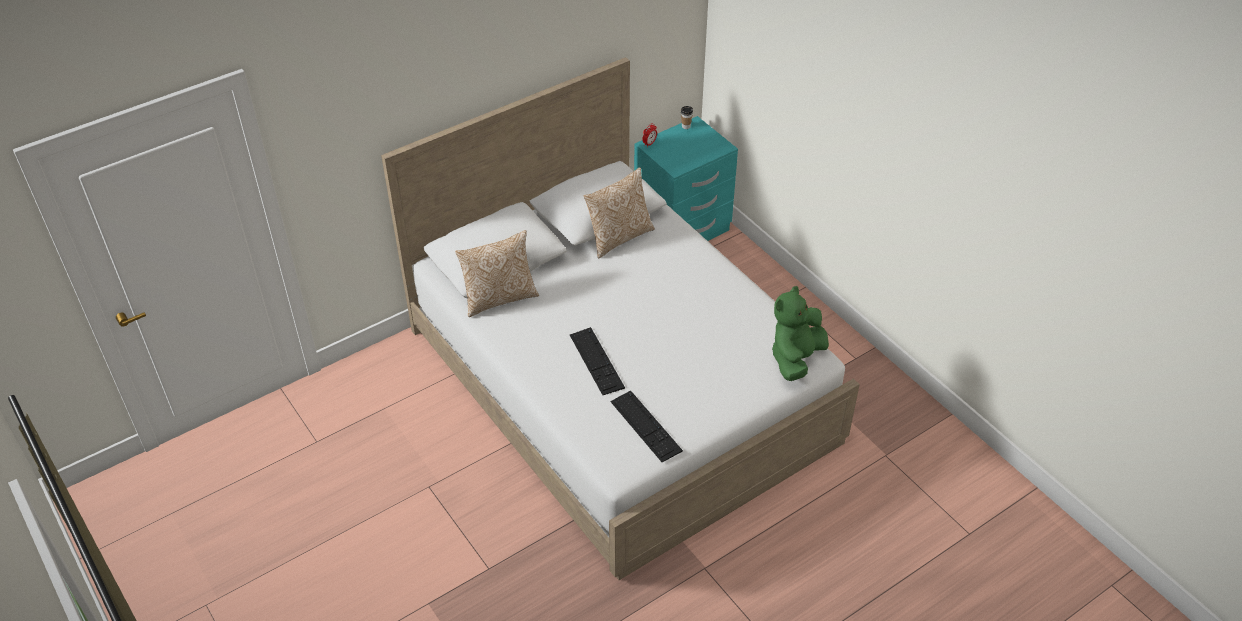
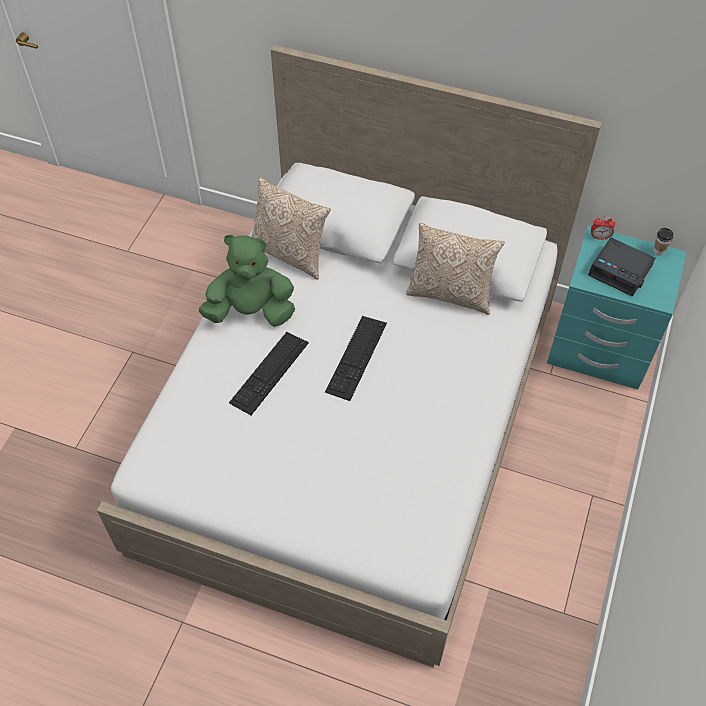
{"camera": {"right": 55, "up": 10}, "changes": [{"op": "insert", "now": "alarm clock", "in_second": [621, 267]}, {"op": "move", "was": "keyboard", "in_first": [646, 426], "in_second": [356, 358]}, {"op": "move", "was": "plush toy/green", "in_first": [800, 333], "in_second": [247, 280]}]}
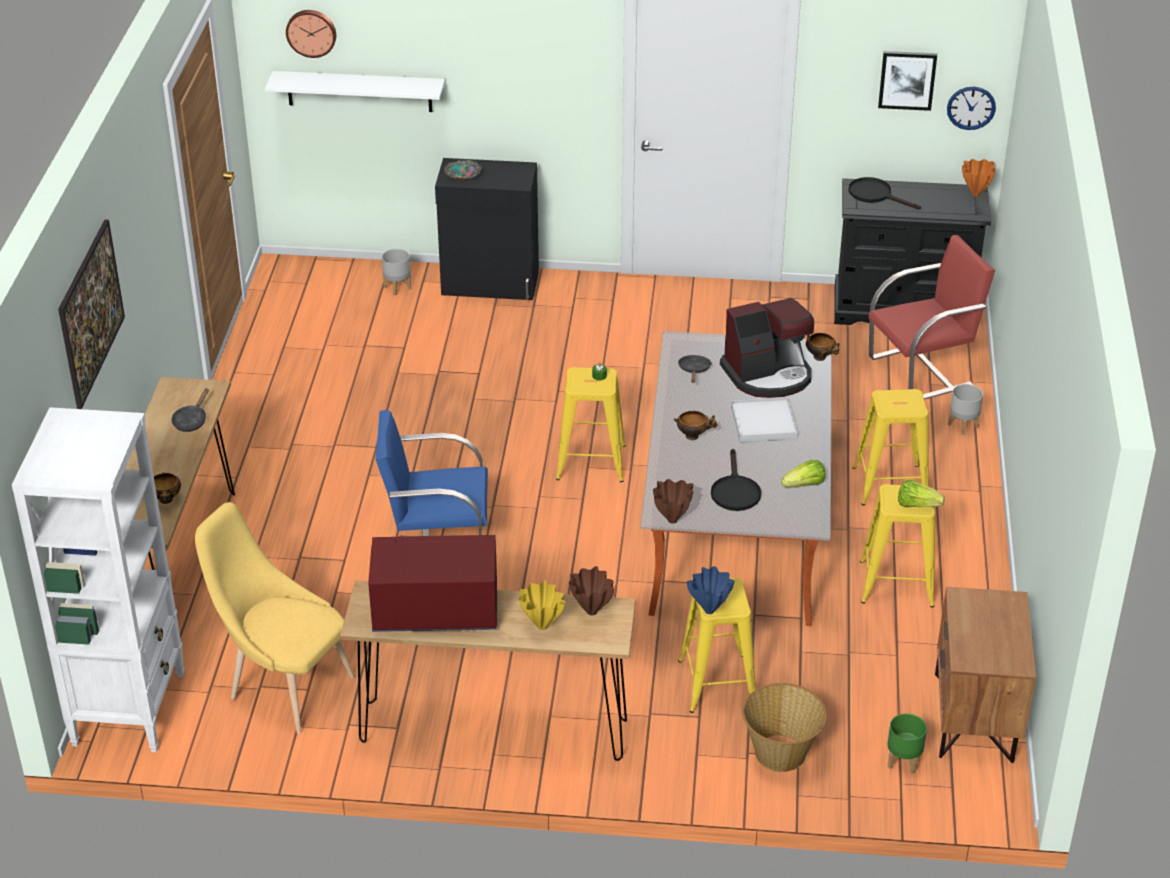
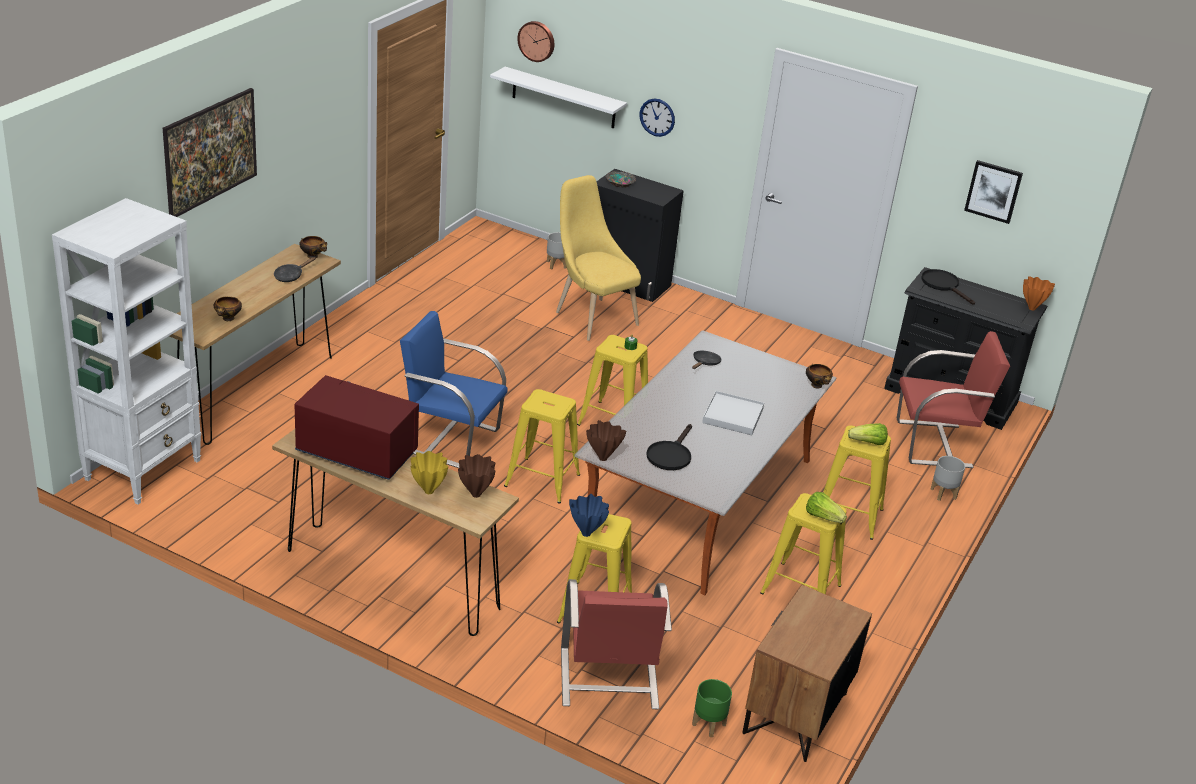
{"camera": {"right": 20, "up": -5}, "changes": [{"op": "delete", "was": "coffee machine", "in_first": [767, 348]}, {"op": "insert", "now": "stool/yellow", "in_second": [542, 446]}, {"op": "move", "was": "chair/yellow", "in_first": [275, 618], "in_second": [598, 258]}, {"op": "move", "was": "bowl", "in_first": [696, 425], "in_second": [313, 247]}, {"op": "move", "was": "lettuce", "in_first": [803, 473], "in_second": [868, 434]}, {"op": "move", "was": "wall clock", "in_first": [971, 108], "in_second": [657, 117]}, {"op": "replace", "was": "basket", "now": "chair/red", "in_first": [784, 727], "in_second": [616, 644]}]}
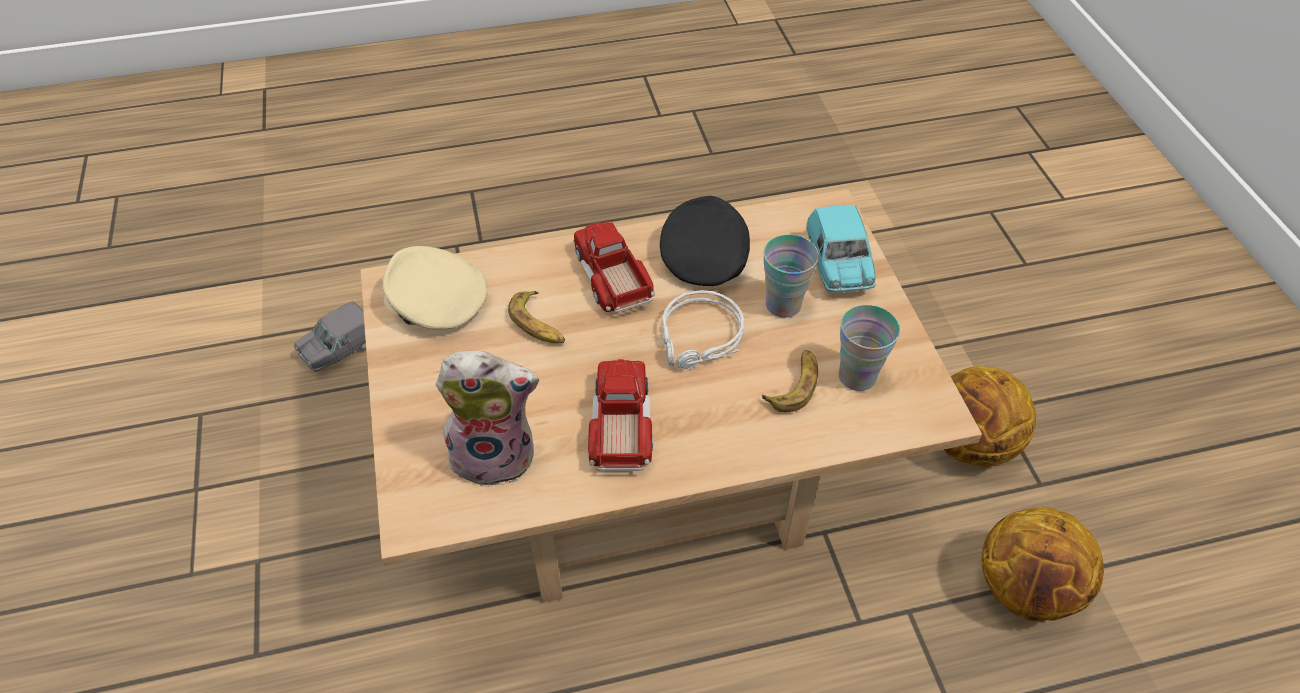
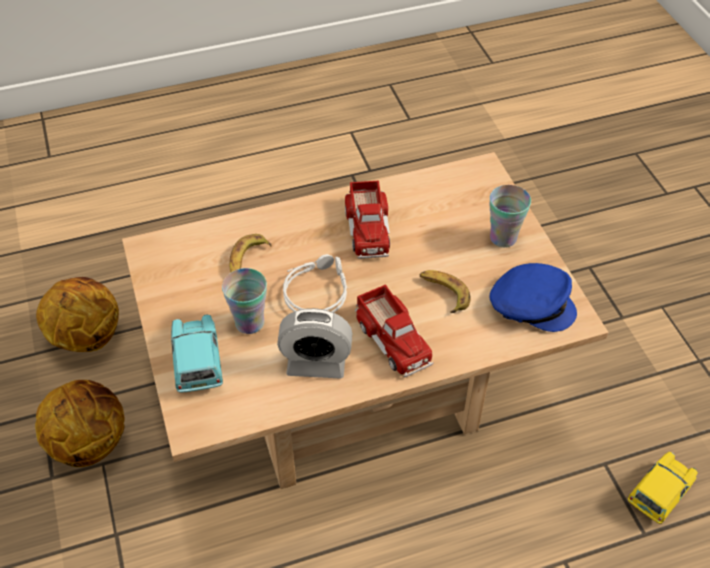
{"camera": {"right": 175, "up": 0}, "changes": [{"op": "delete", "was": "plush toy", "in_first": [487, 419]}, {"op": "move", "was": "cup", "in_first": [869, 348], "in_second": [510, 216]}, {"op": "replace", "was": "cap/black", "now": "alarm clock", "in_first": [705, 241], "in_second": [314, 343]}, {"op": "recolor", "was": "toy car/grey", "now": "toy car/yellow", "in_first": [330, 336], "in_second": [663, 488]}, {"op": "recolor", "was": "cap/beige", "now": "cap/blue", "in_first": [435, 287], "in_second": [533, 297]}]}
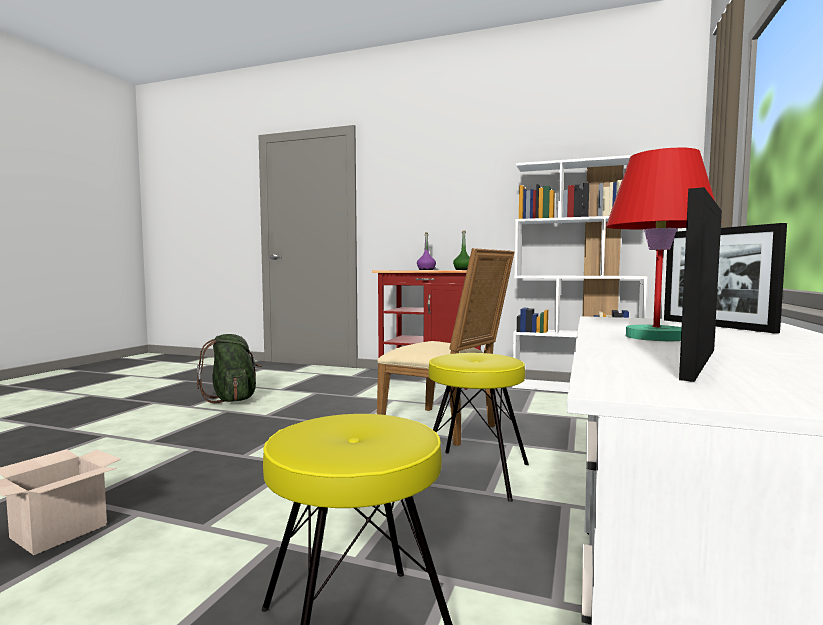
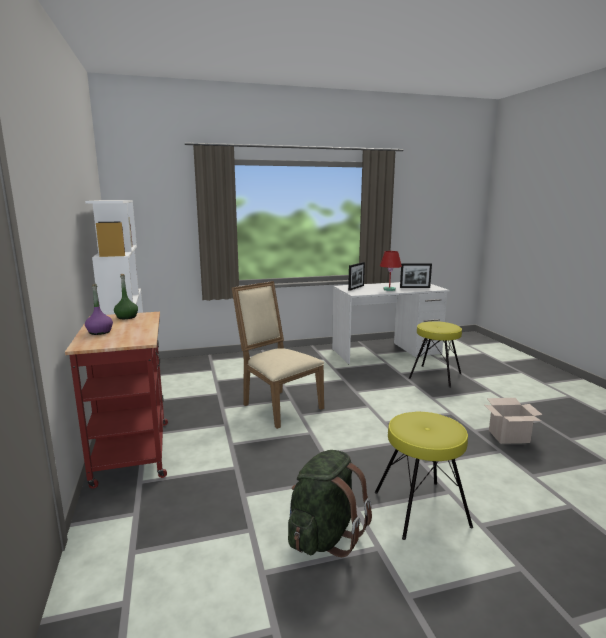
{"camera": {"right": -125, "up": 10}, "changes": [{"op": "move", "was": "stool/yellow", "in_first": [478, 427], "in_second": [424, 476]}, {"op": "rotate", "was": "chair/beige", "in_first": [446, 347], "in_second": [278, 355], "clockwise": -45}]}
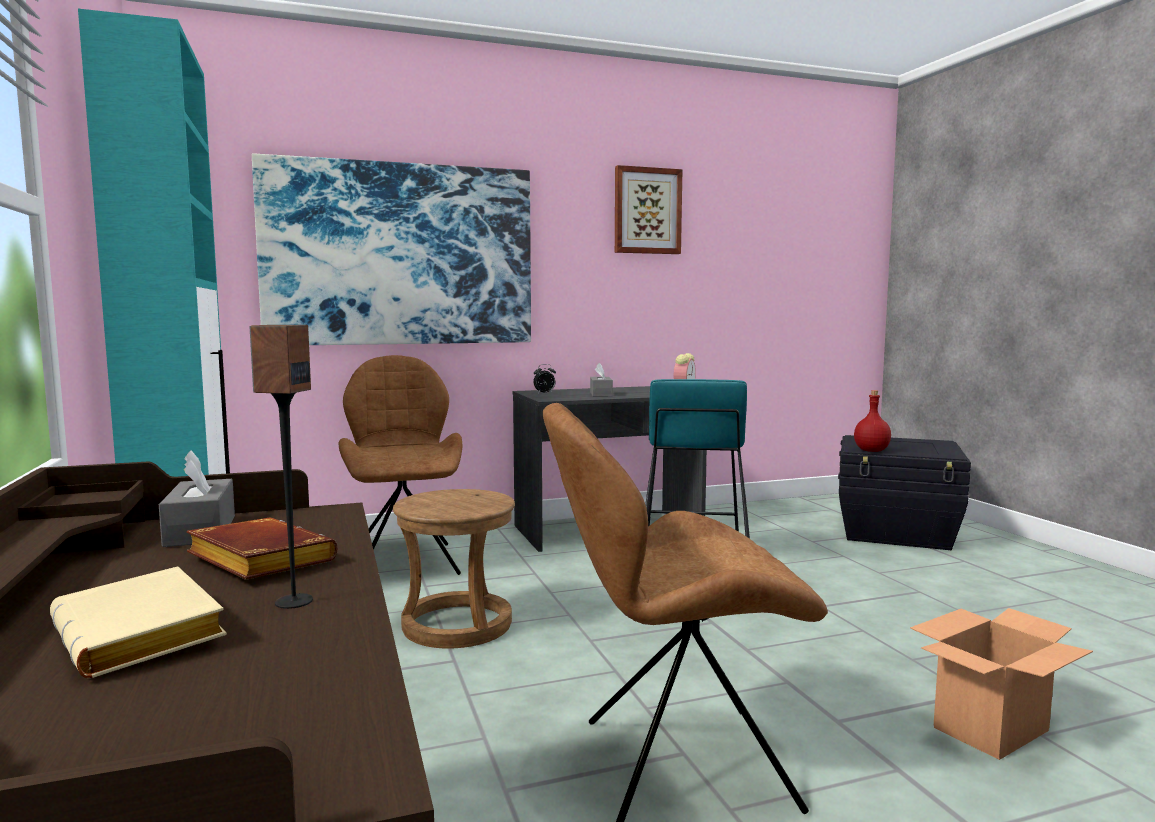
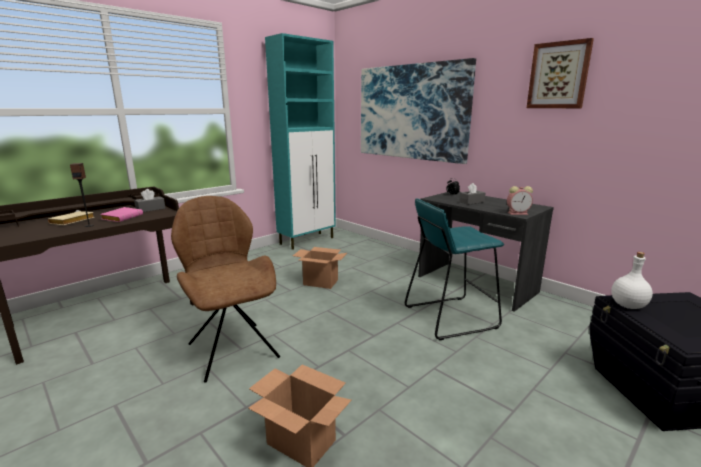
{"camera": {"right": 65, "up": 10}, "changes": [{"op": "delete", "was": "chair/brown", "in_first": [400, 465]}, {"op": "replace", "was": "stool/brown", "now": "cardboard box", "in_first": [454, 568], "in_second": [320, 268]}, {"op": "recolor", "was": "book/brown", "now": "book/pink", "in_first": [262, 548], "in_second": [121, 214]}, {"op": "recolor", "was": "bottle/red", "now": "bottle/white", "in_first": [872, 421], "in_second": [632, 280]}]}
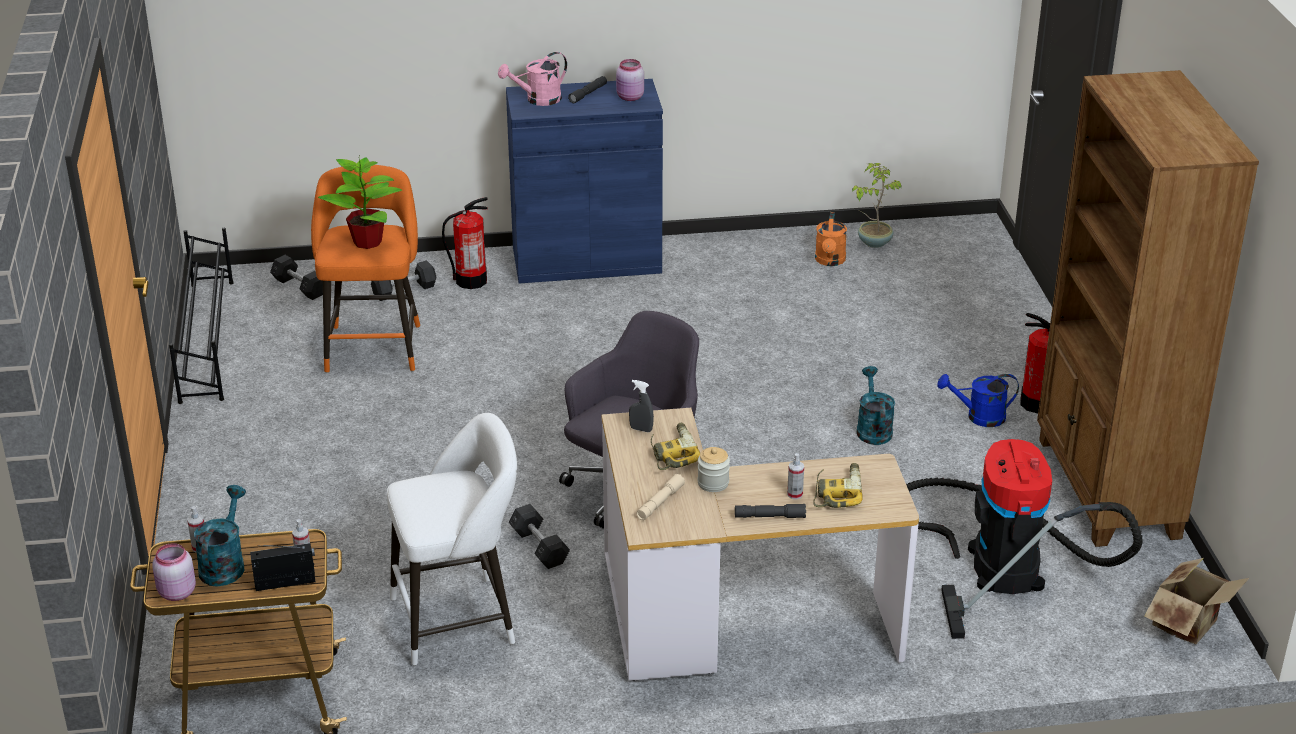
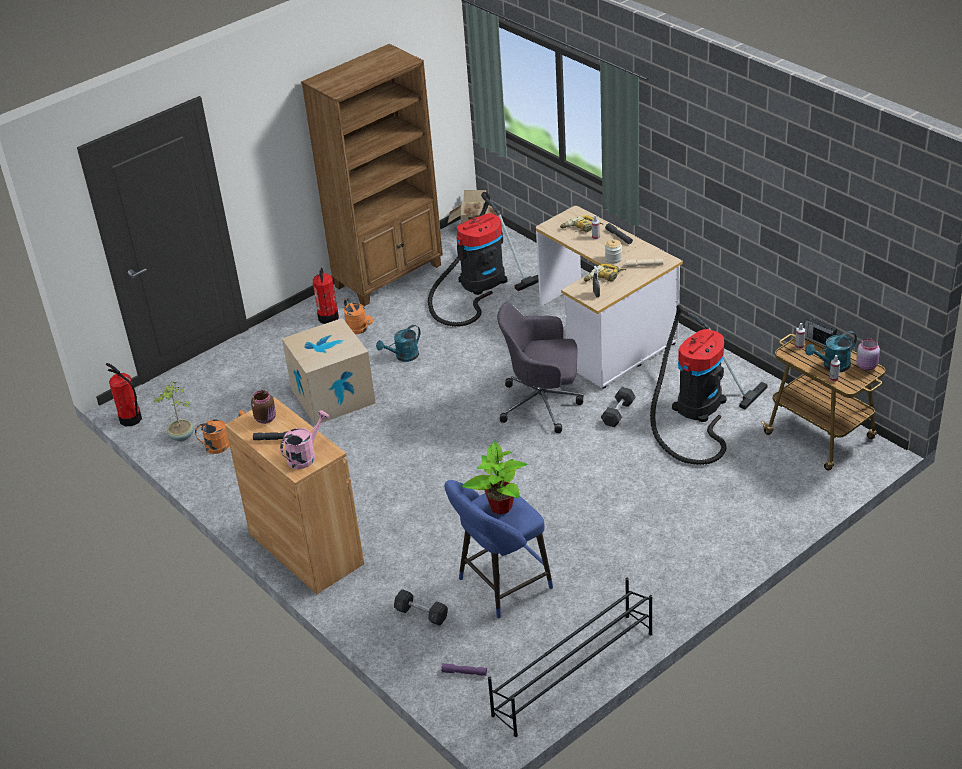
{"camera": {"right": -120, "up": 5}, "changes": [{"op": "insert", "now": "cardboard box", "in_second": [329, 371]}, {"op": "move", "was": "fire extinguisher", "in_first": [465, 243], "in_second": [124, 394]}, {"op": "replace", "was": "dumbbell/grey", "now": "flashlight/purple", "in_first": [296, 277], "in_second": [464, 669]}, {"op": "replace", "was": "stool/white", "now": "vacuum cleaner", "in_first": [452, 539], "in_second": [709, 385]}, {"op": "recolor", "was": "stool/orange", "now": "stool/blue", "in_first": [365, 269], "in_second": [499, 549]}, {"op": "recolor", "was": "cabinet/blue", "now": "cabinet/brown", "in_first": [584, 181], "in_second": [294, 495]}, {"op": "recolor", "was": "jar/pink", "now": "jar/brown", "in_first": [630, 80], "in_second": [263, 407]}, {"op": "recolor", "was": "watering can/blue", "now": "watering can/orange", "in_first": [978, 400], "in_second": [358, 316]}, {"op": "rotate", "was": "watering can/pink", "in_first": [532, 79], "in_second": [304, 439], "clockwise": -75}]}
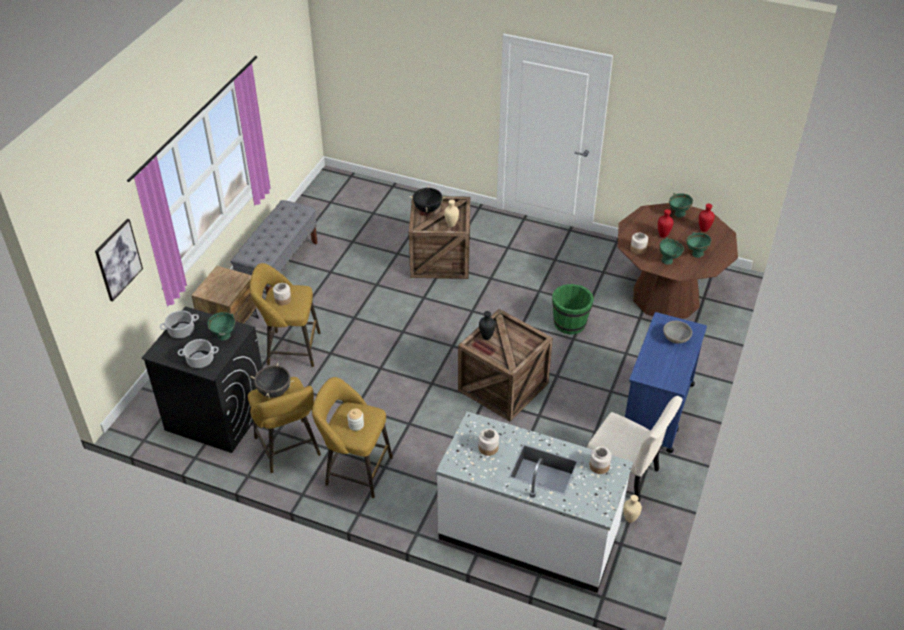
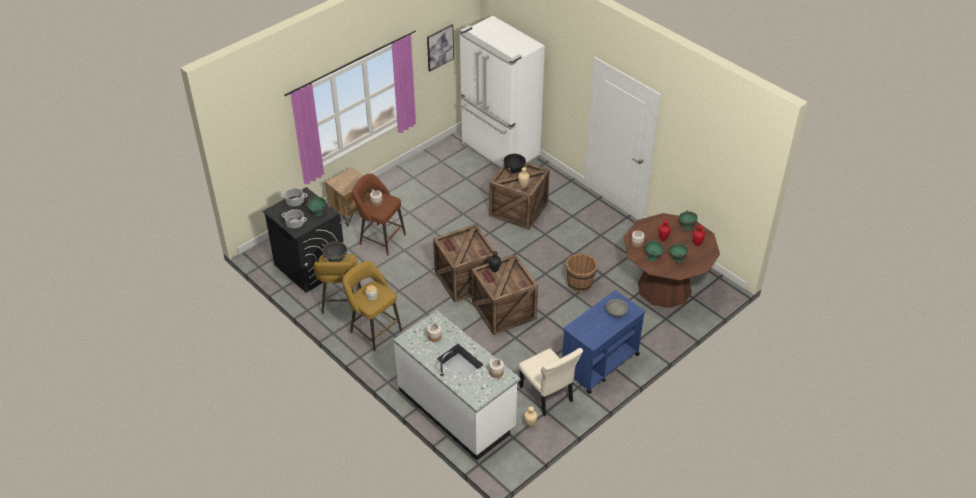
{"camera": {"right": 25, "up": 0}, "changes": [{"op": "delete", "was": "bench/grey", "in_first": [274, 247]}, {"op": "insert", "now": "crate", "in_second": [464, 263]}, {"op": "insert", "now": "fridge/white", "in_second": [502, 92]}, {"op": "move", "was": "picture", "in_first": [119, 260], "in_second": [440, 48]}, {"op": "recolor", "was": "stool/yellow", "now": "stool/brown", "in_first": [285, 315], "in_second": [379, 214]}, {"op": "recolor", "was": "bucket/green", "now": "bucket/brown", "in_first": [573, 309], "in_second": [582, 273]}]}
